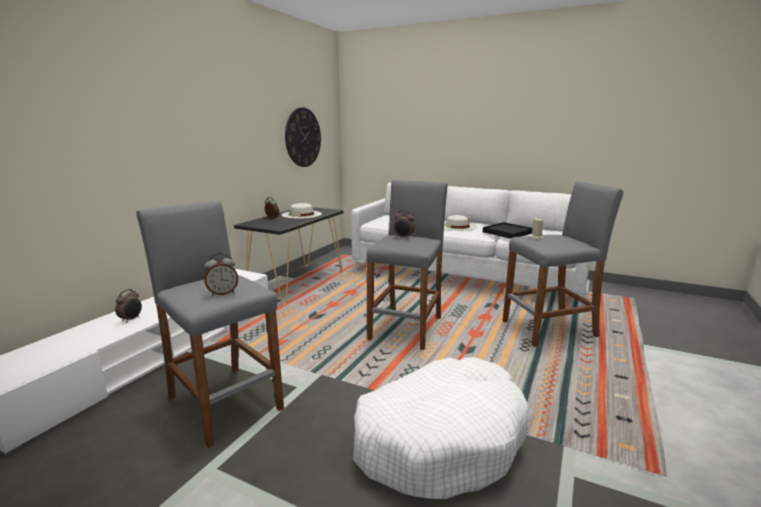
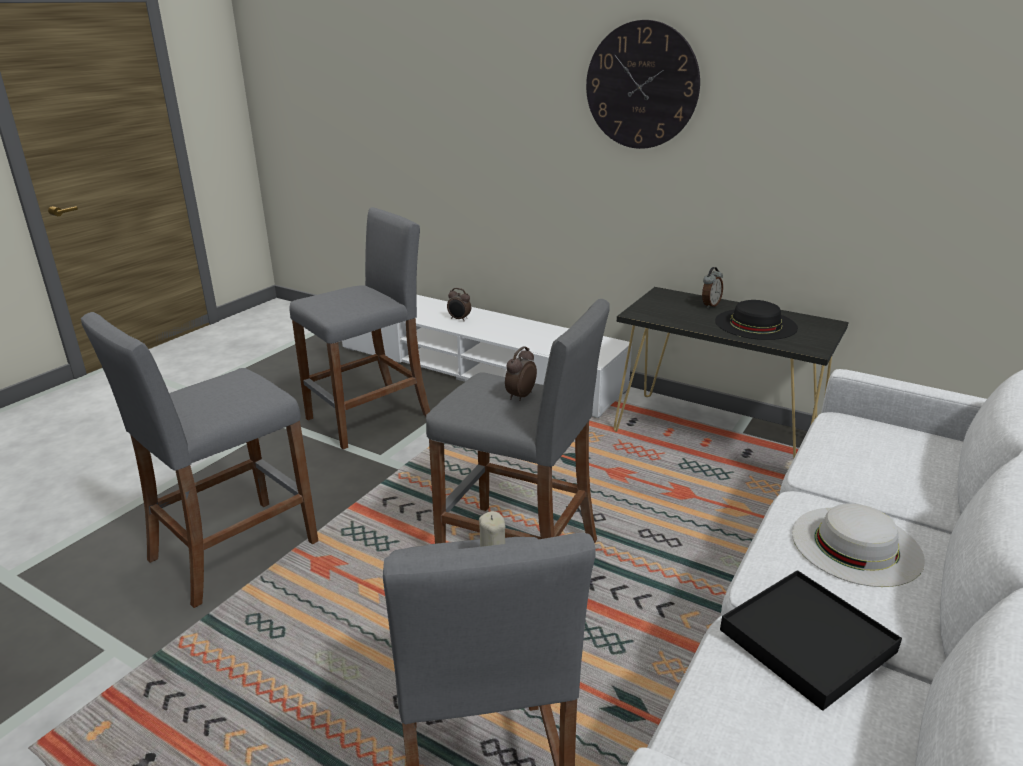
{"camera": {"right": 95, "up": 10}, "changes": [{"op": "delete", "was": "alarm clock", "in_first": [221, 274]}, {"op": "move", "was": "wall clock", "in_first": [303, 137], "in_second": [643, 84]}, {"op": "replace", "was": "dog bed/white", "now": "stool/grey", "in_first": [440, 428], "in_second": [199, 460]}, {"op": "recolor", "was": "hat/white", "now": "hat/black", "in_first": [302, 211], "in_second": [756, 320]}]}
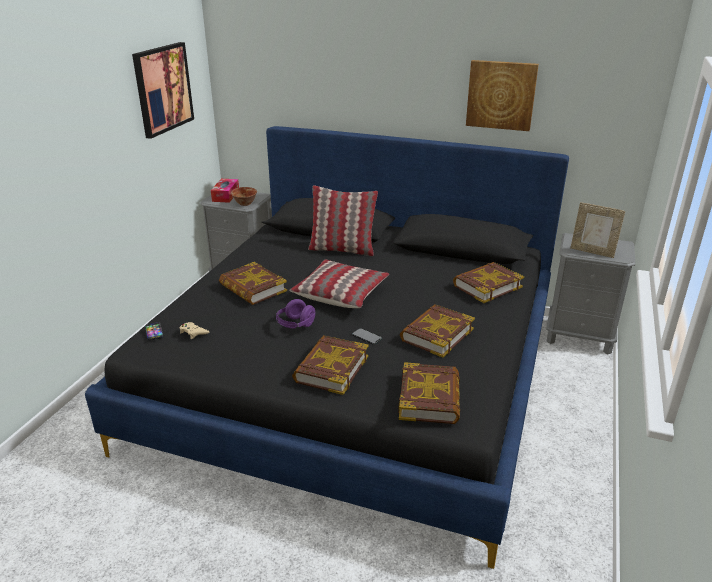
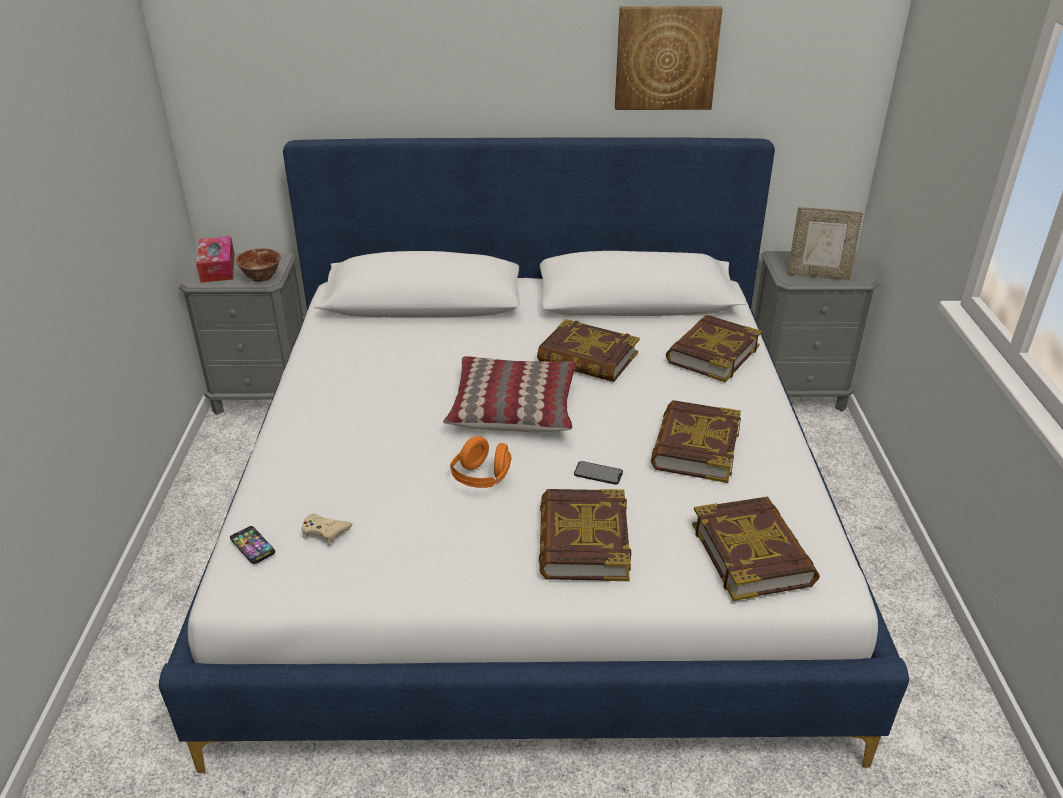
{"camera": {"right": -20, "up": 5}, "changes": [{"op": "delete", "was": "picture", "in_first": [163, 90]}, {"op": "delete", "was": "pillow", "in_first": [343, 220]}, {"op": "move", "was": "book", "in_first": [253, 283], "in_second": [588, 350]}, {"op": "recolor", "was": "bed/black", "now": "bed/white", "in_first": [327, 347], "in_second": [534, 455]}, {"op": "recolor", "was": "headphones/purple", "now": "headphones/orange", "in_first": [295, 314], "in_second": [480, 462]}]}
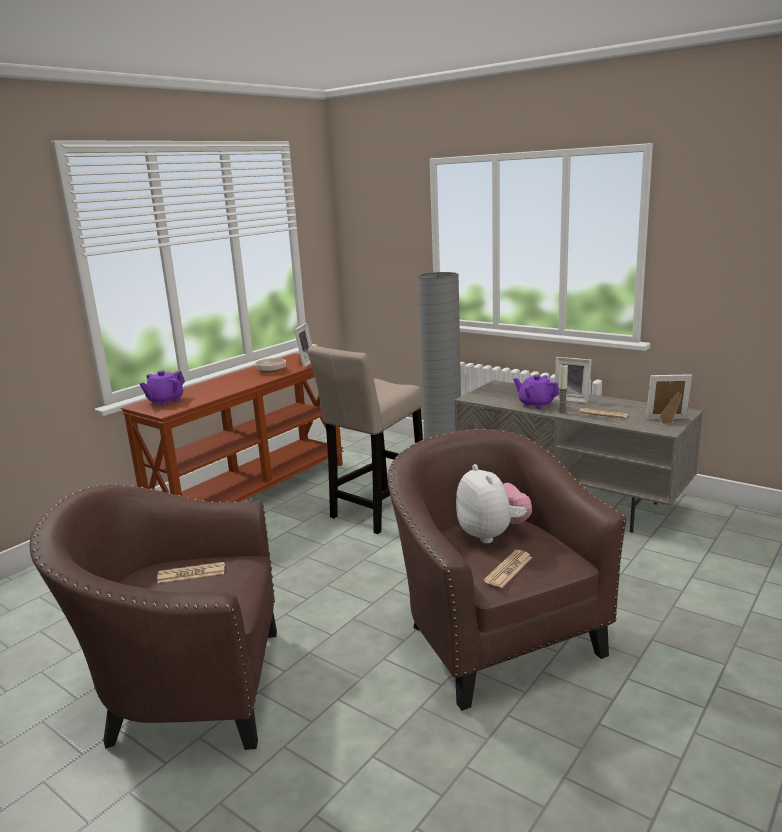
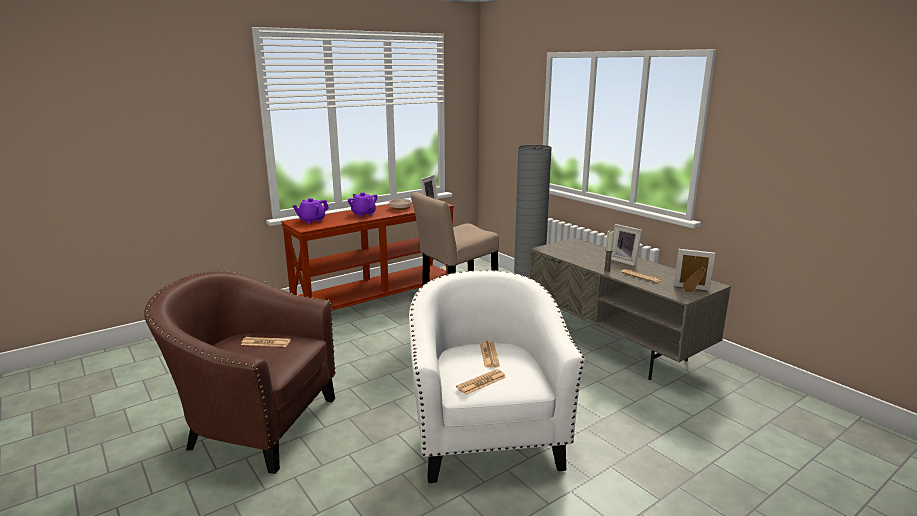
{"camera": {"right": 15, "up": 0}, "changes": [{"op": "move", "was": "teapot/purple", "in_first": [536, 392], "in_second": [363, 204]}, {"op": "replace", "was": "plush toy", "now": "newspaper", "in_first": [494, 504], "in_second": [490, 354]}, {"op": "recolor", "was": "armchair/brown", "now": "armchair/white", "in_first": [507, 570], "in_second": [497, 376]}]}
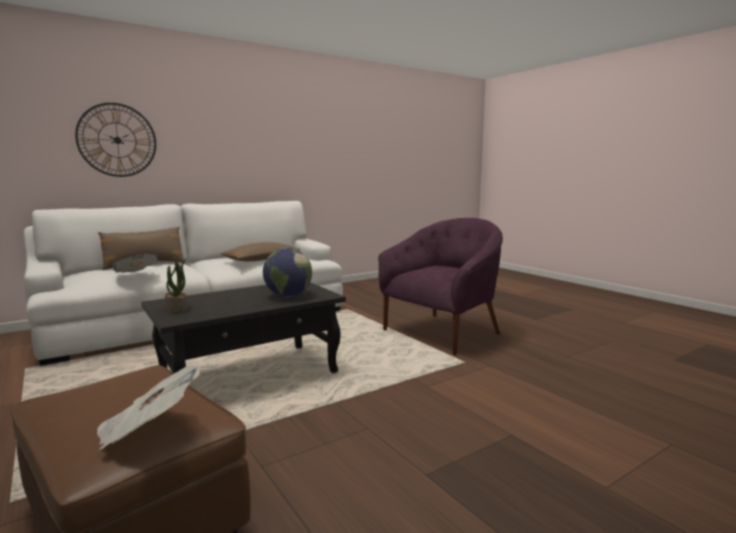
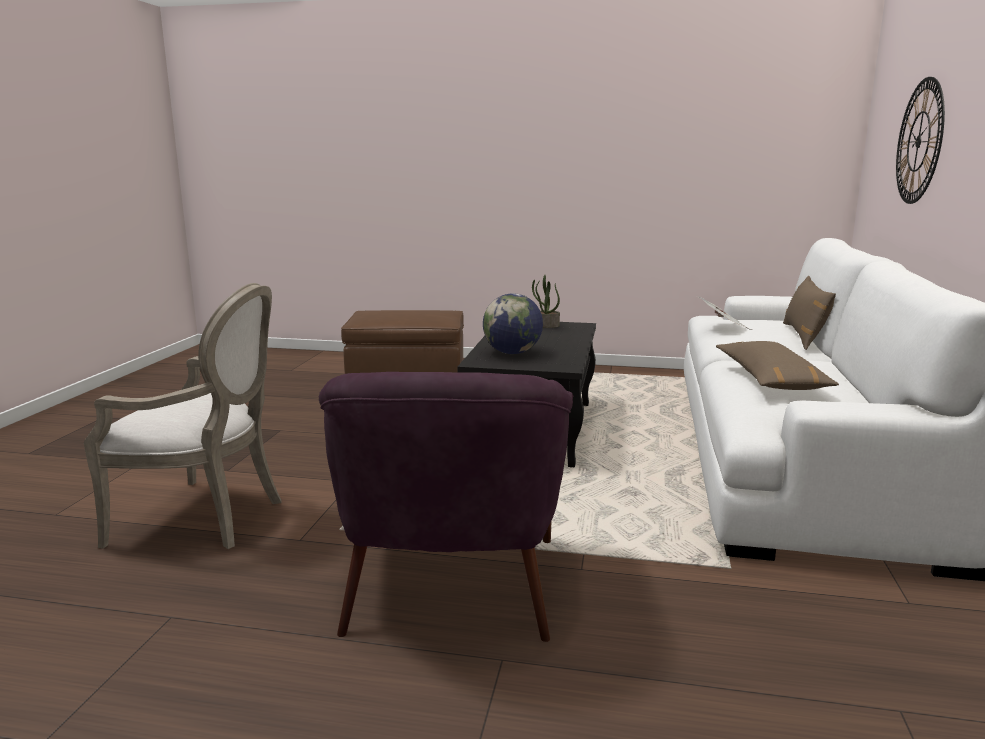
{"camera": {"right": 135, "up": 5}, "changes": [{"op": "delete", "was": "newspaper", "in_first": [148, 408]}, {"op": "insert", "now": "armchair", "in_second": [183, 416]}]}
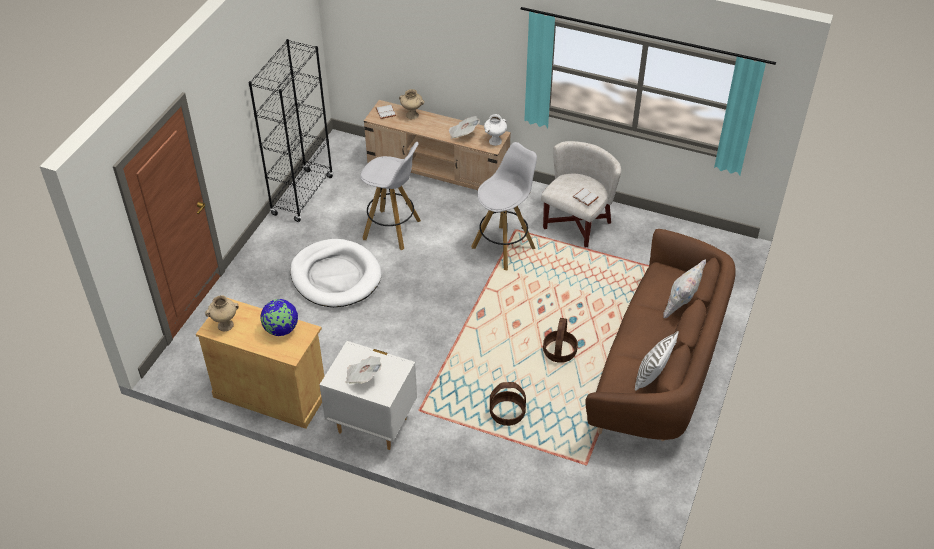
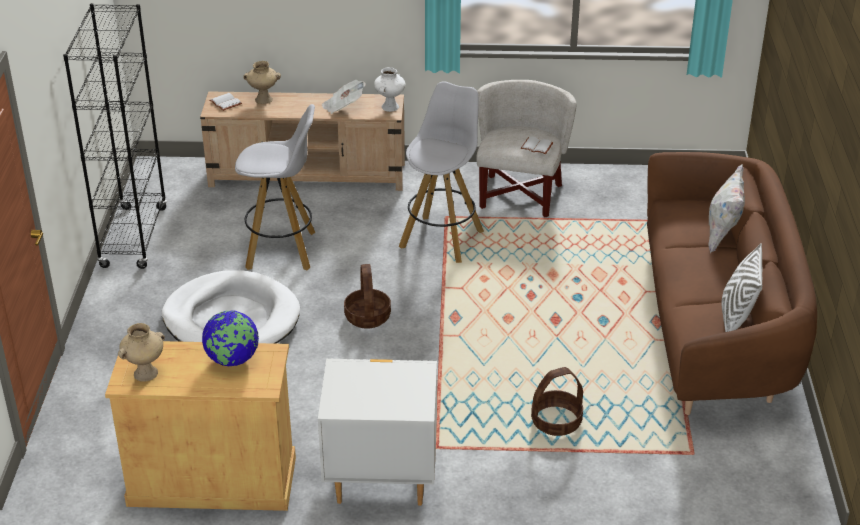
{"camera": {"right": -20, "up": -10}, "changes": [{"op": "delete", "was": "newspaper", "in_first": [363, 370]}, {"op": "move", "was": "basket", "in_first": [560, 340], "in_second": [367, 296]}]}
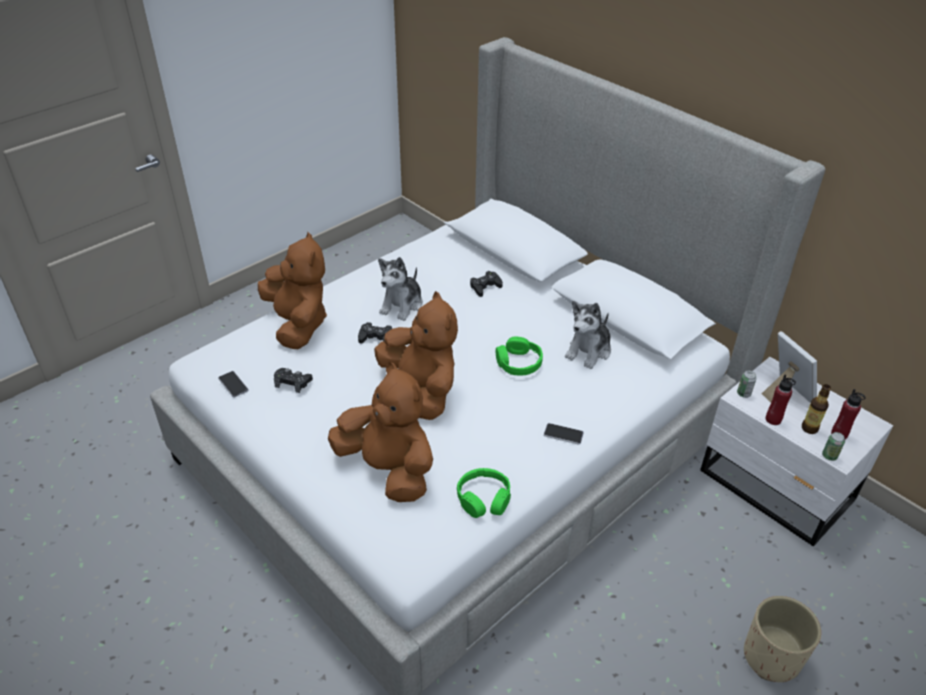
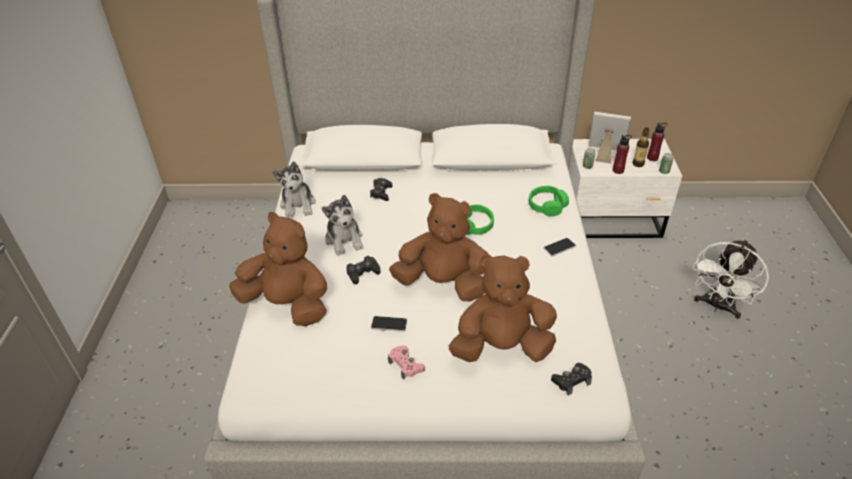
{"camera": {"right": -45, "up": 0}, "changes": [{"op": "insert", "now": "game controller/pink", "in_second": [406, 362]}, {"op": "move", "was": "phone", "in_first": [233, 384], "in_second": [389, 324]}, {"op": "move", "was": "game controller/black", "in_first": [293, 380], "in_second": [571, 379]}, {"op": "move", "was": "headphones/green", "in_first": [484, 493], "in_second": [549, 201]}, {"op": "move", "was": "plush toy", "in_first": [588, 335], "in_second": [294, 189]}, {"op": "replace", "was": "planter/beige", "now": "fan/white", "in_first": [782, 639], "in_second": [730, 279]}]}
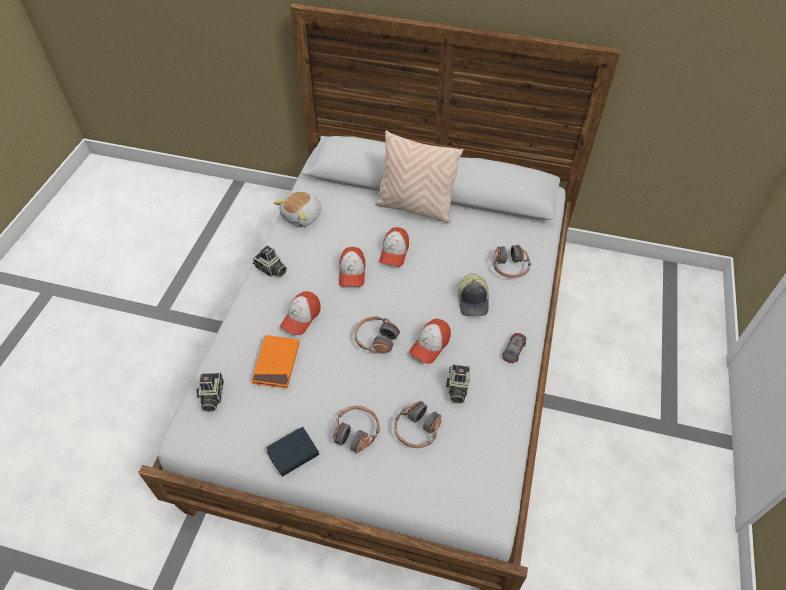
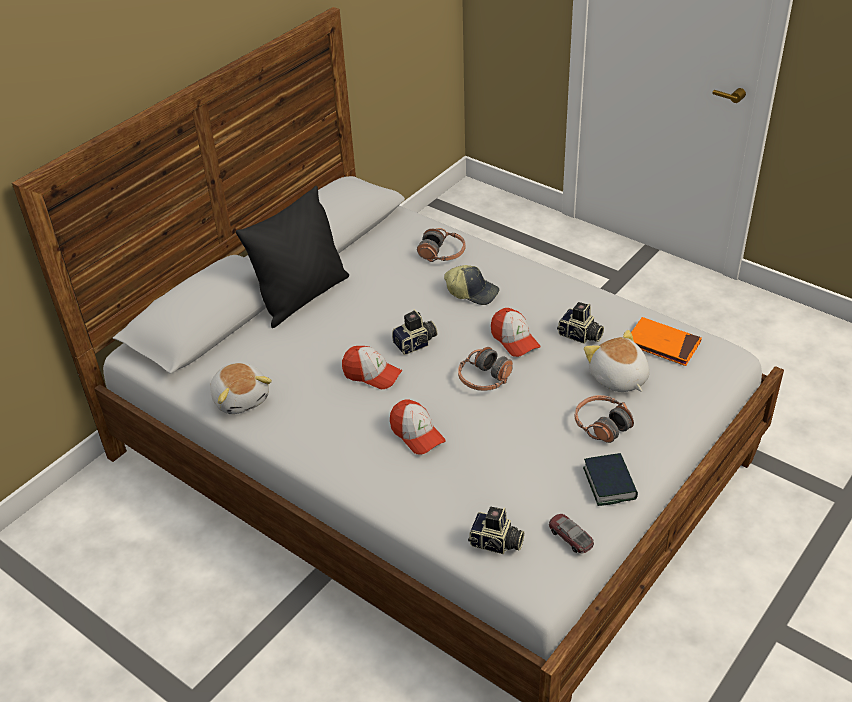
{"camera": {"right": -65, "up": -10}, "changes": [{"op": "delete", "was": "cap", "in_first": [394, 247]}, {"op": "move", "was": "book/orange", "in_first": [275, 362], "in_second": [666, 341]}, {"op": "move", "was": "photo camera", "in_first": [269, 261], "in_second": [415, 332]}, {"op": "move", "was": "toy car", "in_first": [514, 348], "in_second": [571, 534]}, {"op": "replace", "was": "headphones", "now": "plush toy", "in_first": [418, 424], "in_second": [617, 361]}, {"op": "recolor", "was": "pillow/beige", "now": "pillow/black", "in_first": [419, 176], "in_second": [292, 257]}]}
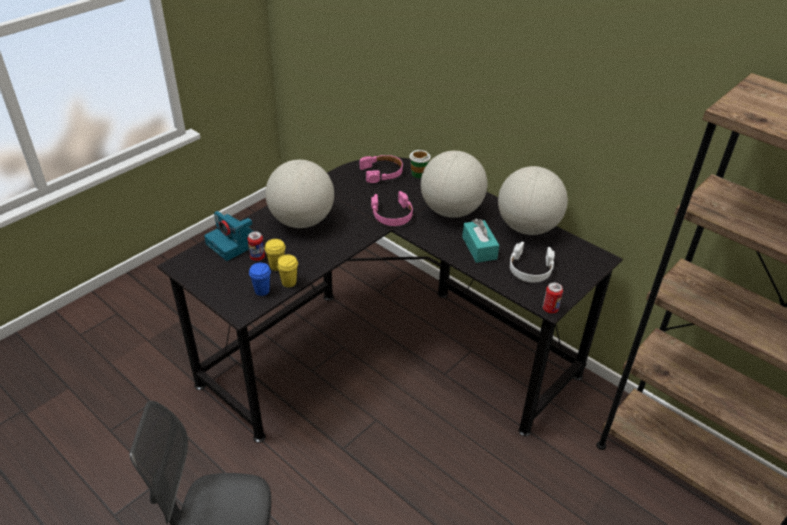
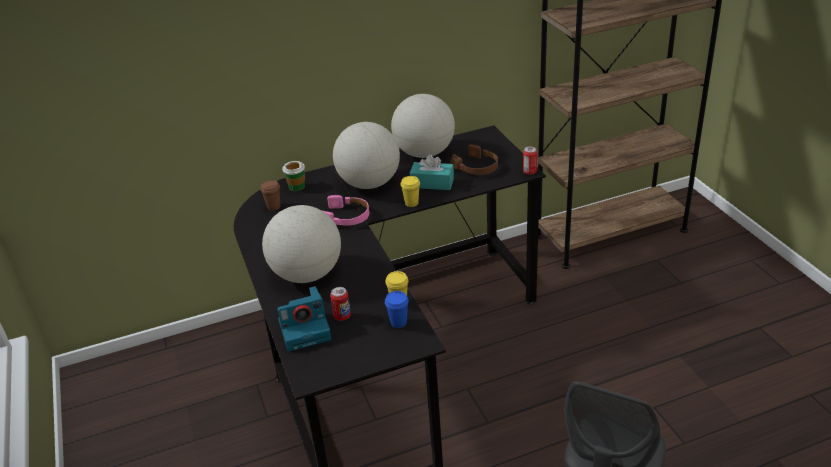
{"camera": {"right": -60, "up": -5}, "changes": [{"op": "move", "was": "cup/yellow", "in_first": [275, 255], "in_second": [410, 191]}, {"op": "replace", "was": "headphones/pink", "now": "cup/brown", "in_first": [381, 169], "in_second": [270, 195]}, {"op": "recolor", "was": "headphones/white", "now": "headphones/brown", "in_first": [532, 262], "in_second": [474, 159]}]}
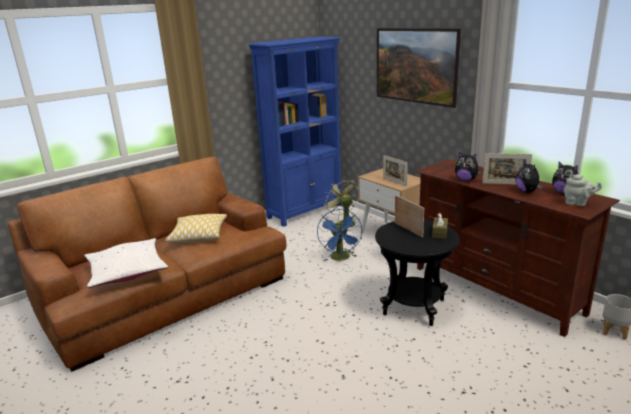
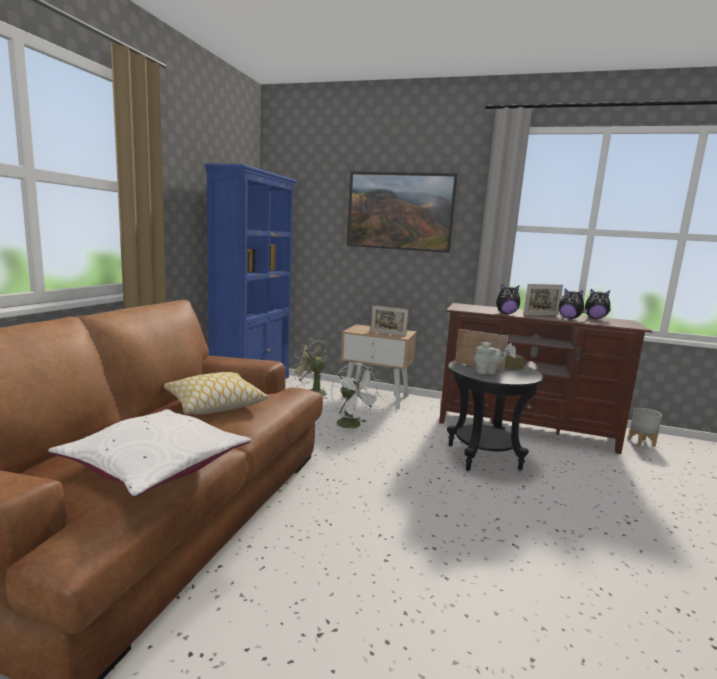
{"camera": {"right": -35, "up": -10}, "changes": [{"op": "move", "was": "teapot/grey", "in_first": [583, 190], "in_second": [491, 358]}, {"op": "recolor", "was": "fan/blue", "now": "fan/white", "in_first": [339, 235], "in_second": [356, 397]}]}
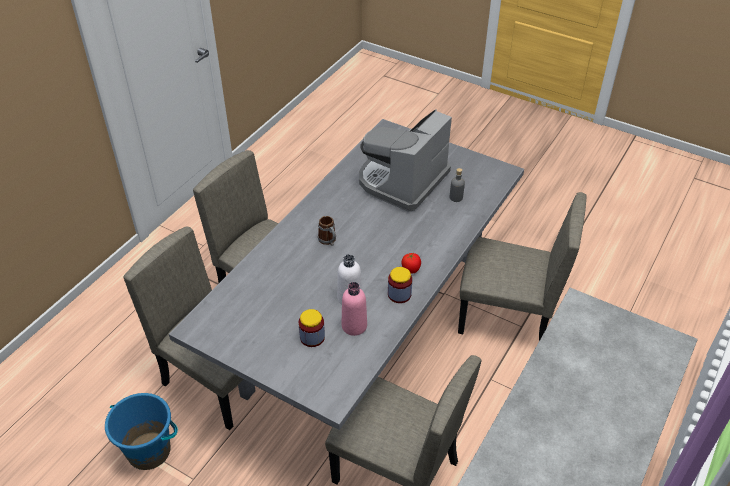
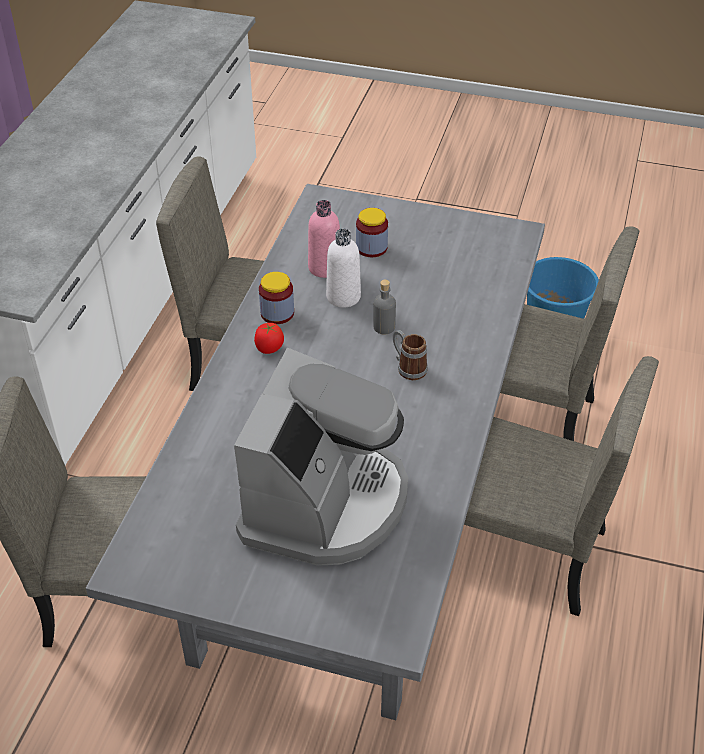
{"camera": {"right": 165, "up": 0}, "changes": [{"op": "move", "was": "bottle/grey", "in_first": [457, 185], "in_second": [384, 306]}]}
